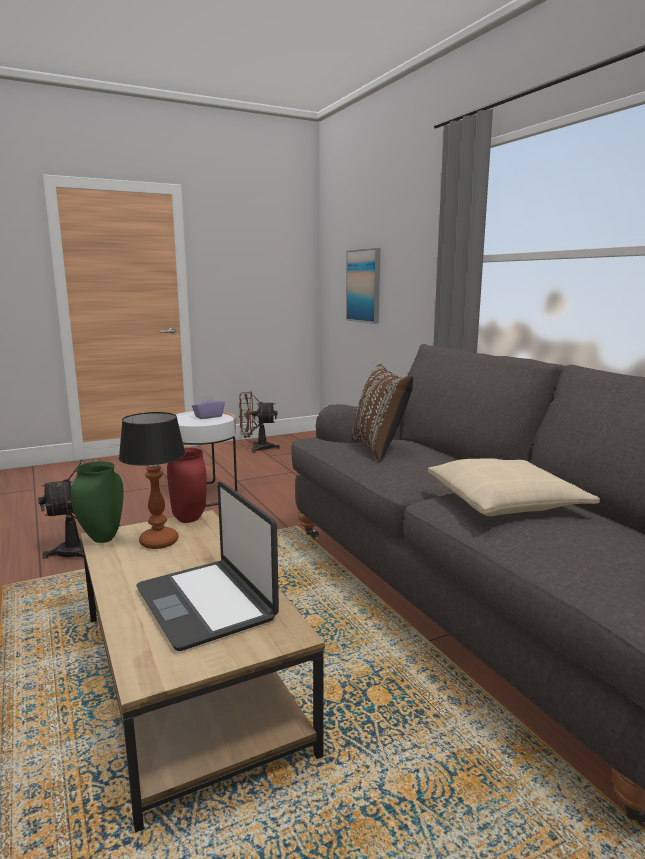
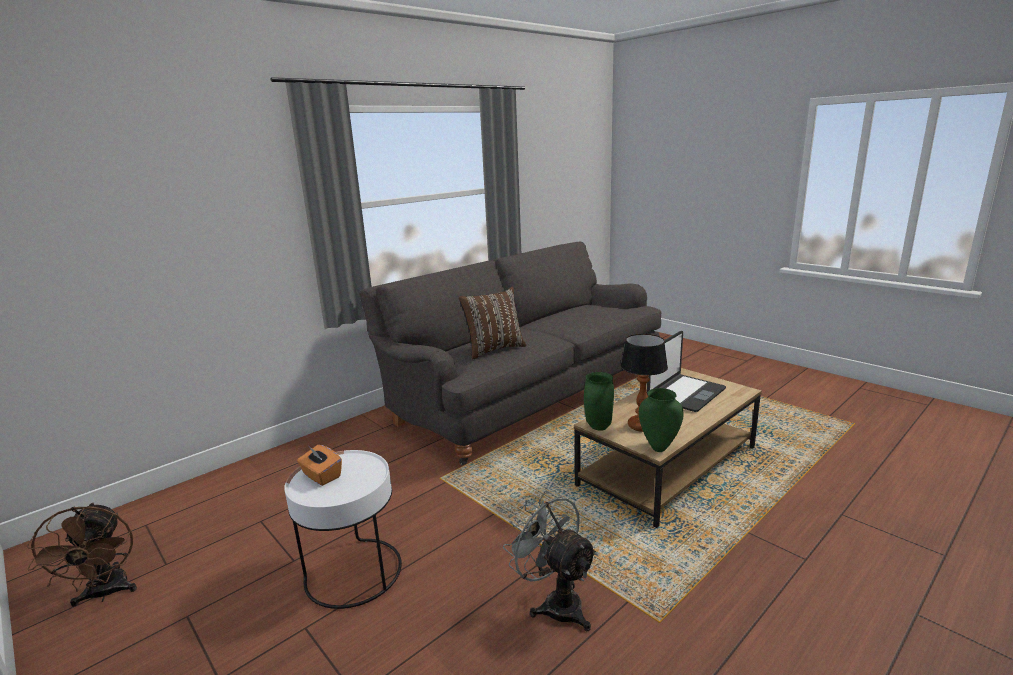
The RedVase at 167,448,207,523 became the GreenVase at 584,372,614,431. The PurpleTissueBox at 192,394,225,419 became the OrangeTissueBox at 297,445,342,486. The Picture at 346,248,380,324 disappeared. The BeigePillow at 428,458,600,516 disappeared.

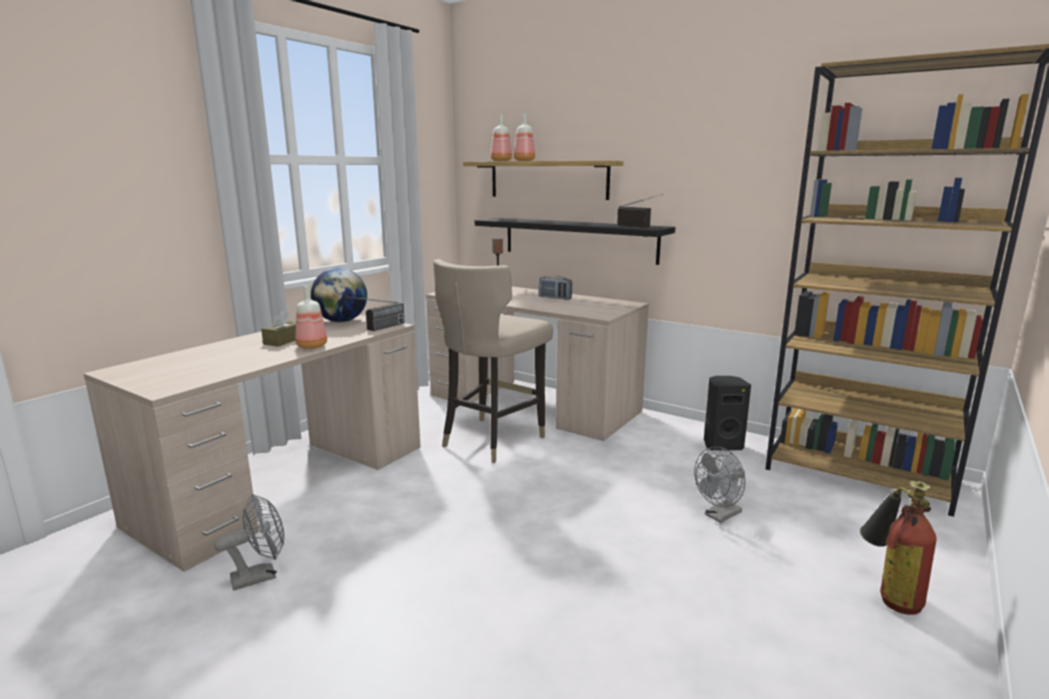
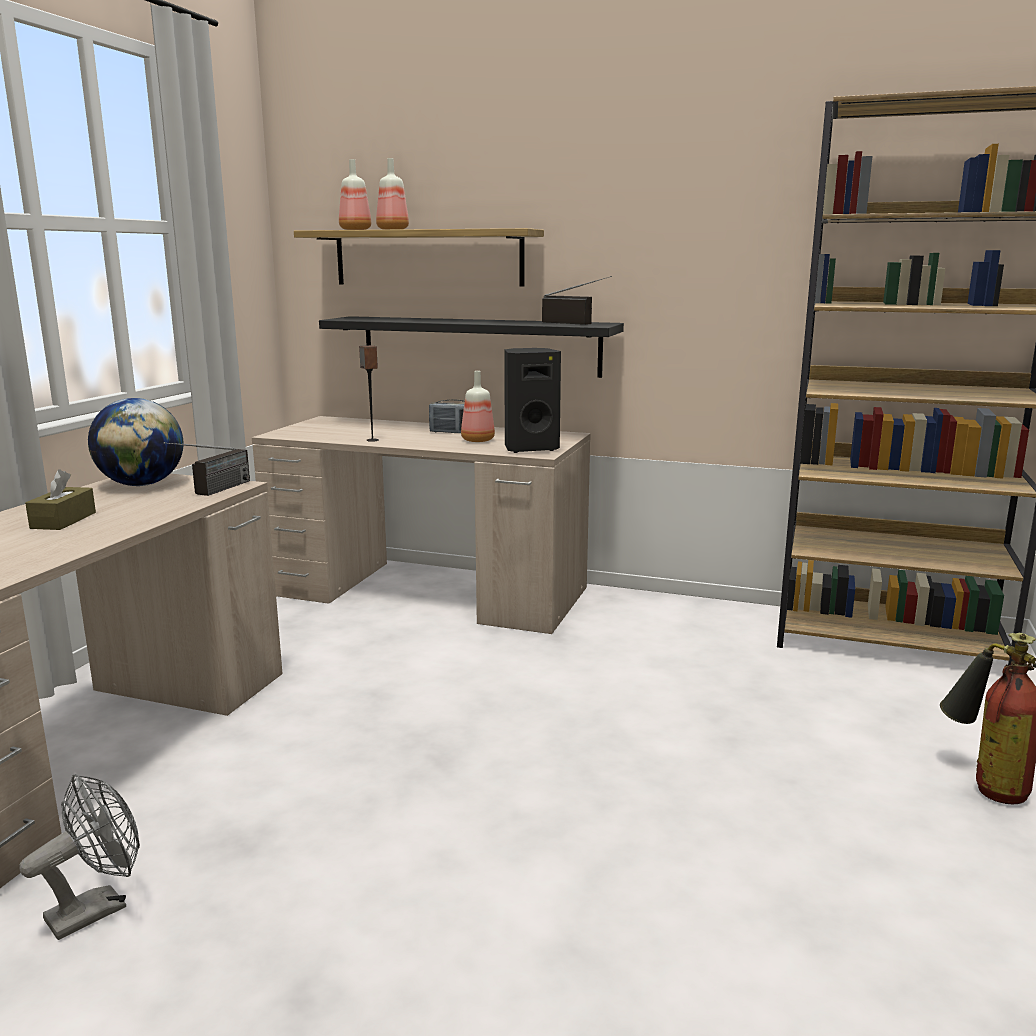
The Bottle moved from 295,285,327,349 to 461,371,495,442. The BeigeStool at 433,259,553,463 disappeared. The GreyFan at 694,447,745,523 disappeared. The BlackSpeaker moved from 704,376,751,450 to 504,348,561,453.

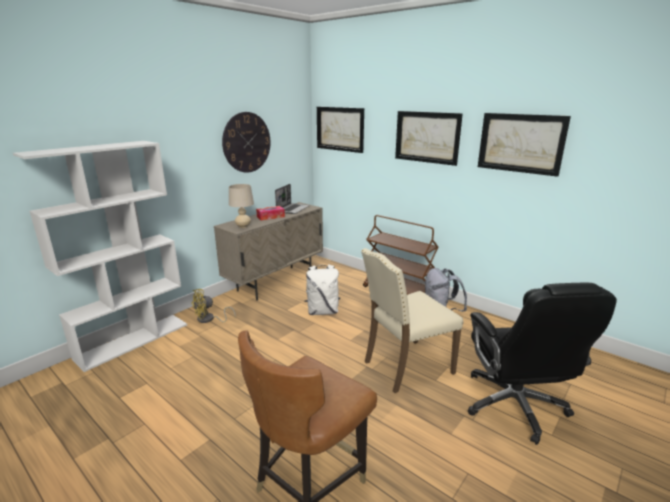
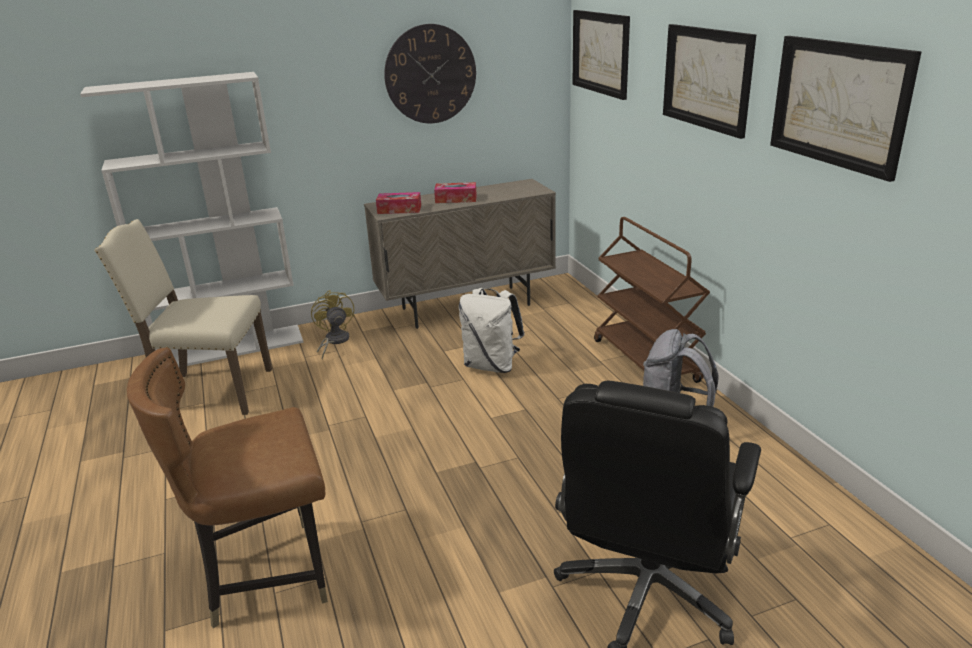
The YellowFan at 191,289,236,323 turned 75 degrees clockwise. The BeigeTableLamp at 229,184,254,228 was replaced by the TissueBox at 376,192,421,214. The Laptop at 275,184,309,214 disappeared. The BeigeChair moved from 361,248,463,393 to 94,219,272,415.

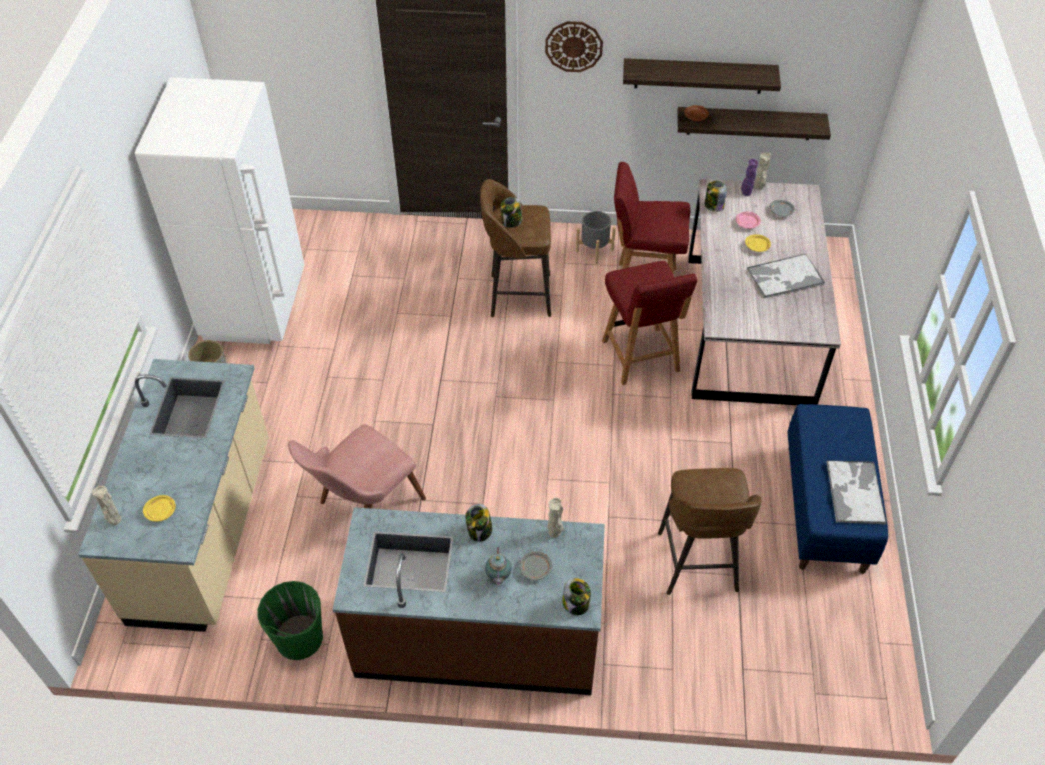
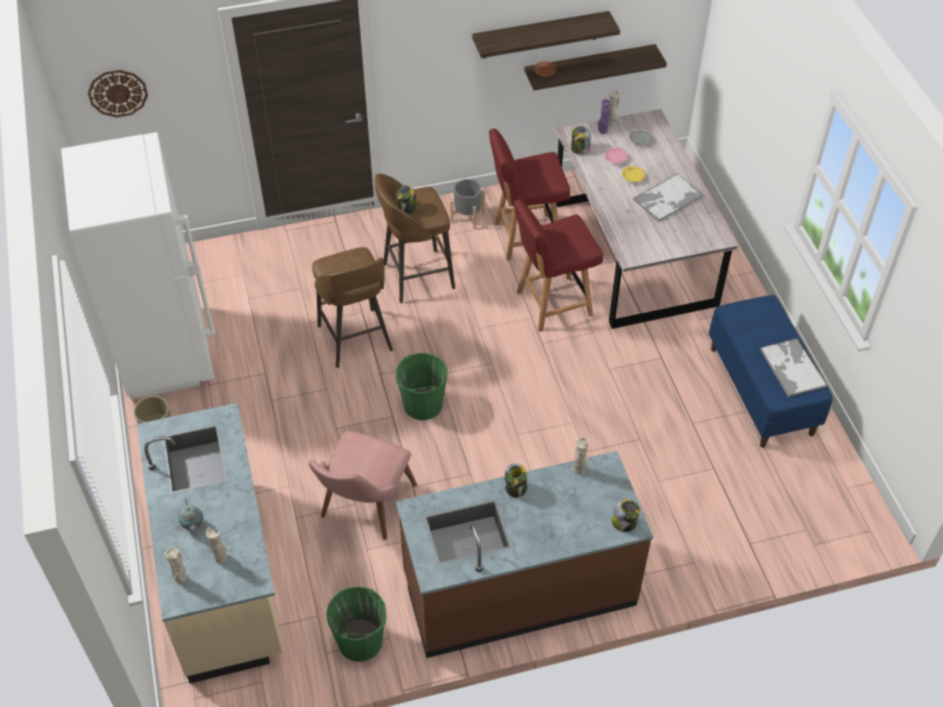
The YellowPlate at 143,495,176,522 was replaced by the BeigeVase at 206,527,226,563. The Teapot moved from 485,547,512,586 to 179,499,203,532. The GreyPlate at 519,551,552,580 disappeared. The WallClock moved from 545,21,603,72 to 88,70,148,118. The RedChair at 602,261,698,385 turned 105 degrees clockwise. The BrownStool moved from 658,468,762,595 to 312,247,393,368. The GreenBucket at 396,353,447,420 appeared.

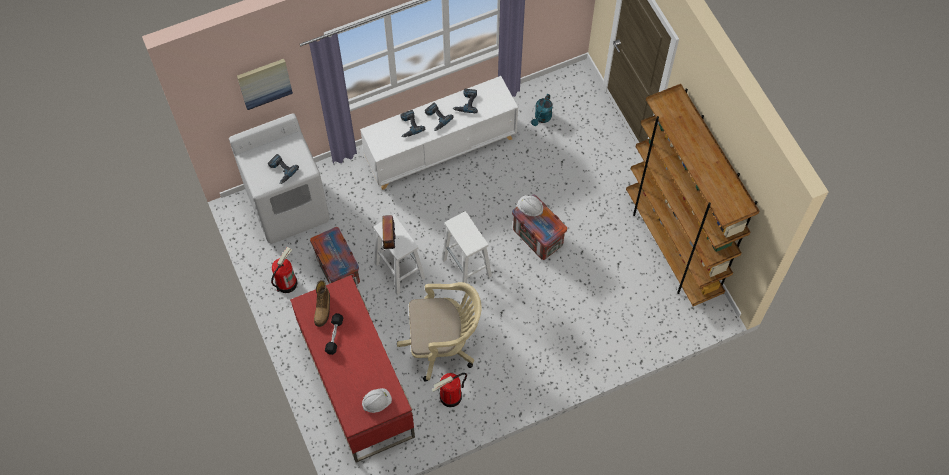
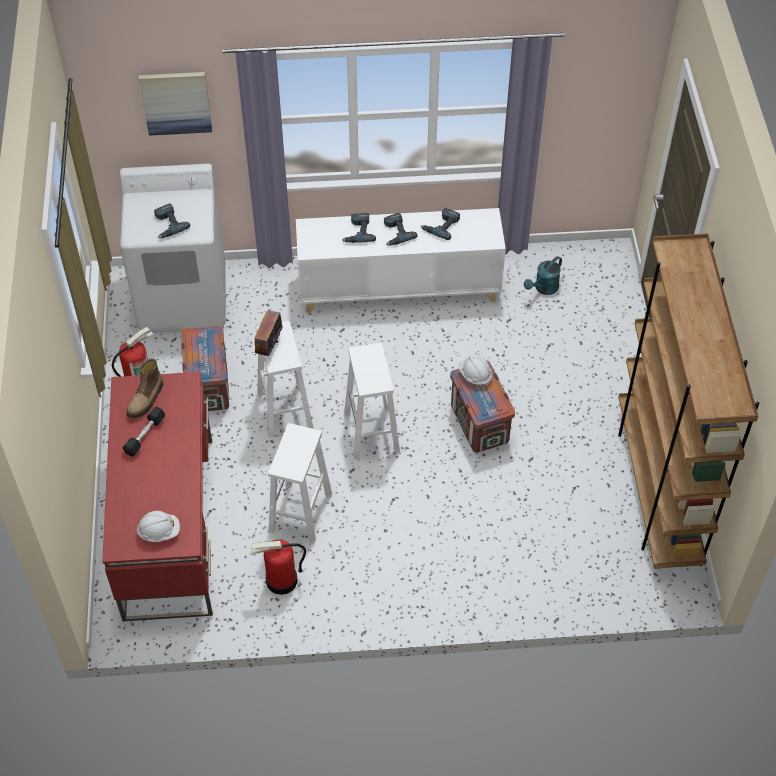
The BeigeOfficeChair at 397,282,482,382 was replaced by the WhiteStool at 268,423,332,543.

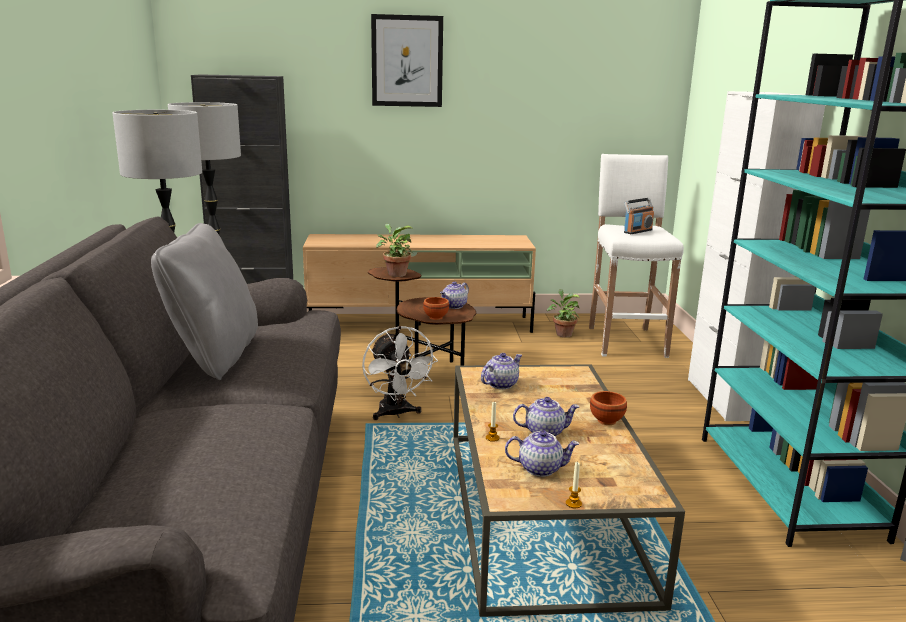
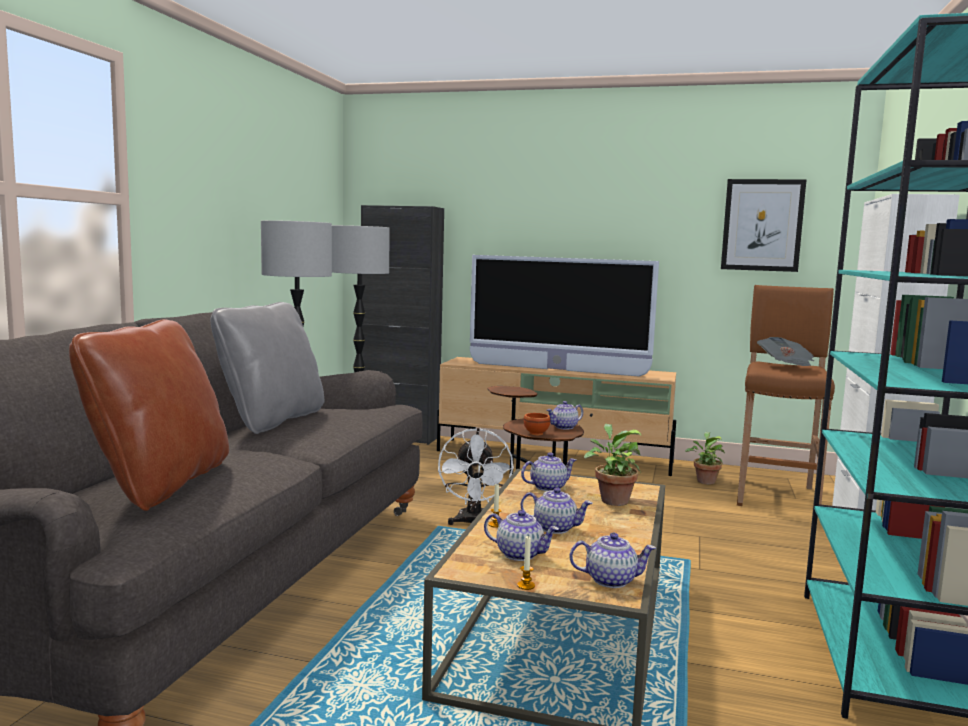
The Picture moved from 371,14,443,107 to 721,179,806,272. The PottedPlant moved from 376,224,413,277 to 584,424,642,506. The WhiteStool at 589,154,684,358 became the BrownStool at 737,285,835,506. The BrownBowl at 590,391,627,425 disappeared. The Radio at 624,198,654,234 was replaced by the Newspaper at 757,337,814,366. The BrownPillow at 69,319,229,511 appeared. The Television at 470,255,659,377 appeared. The Teapot at 570,533,656,588 appeared.

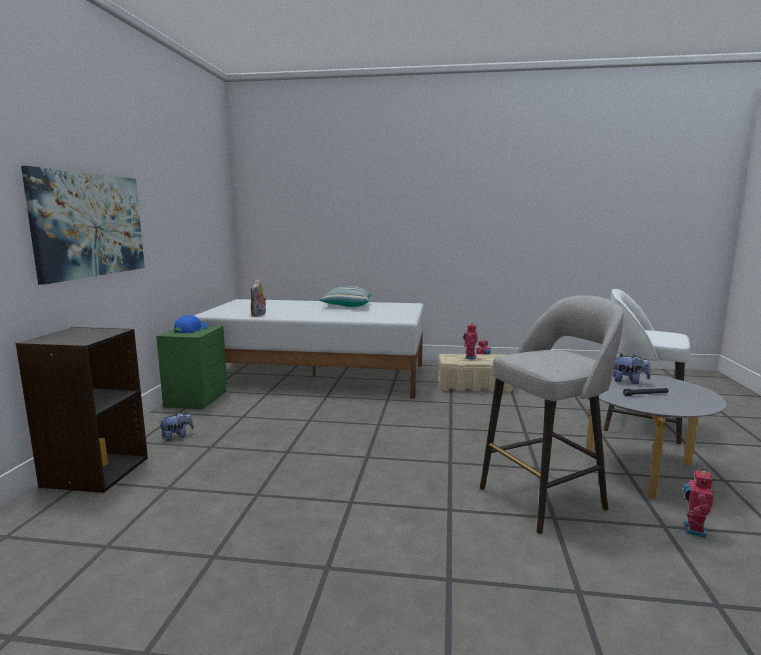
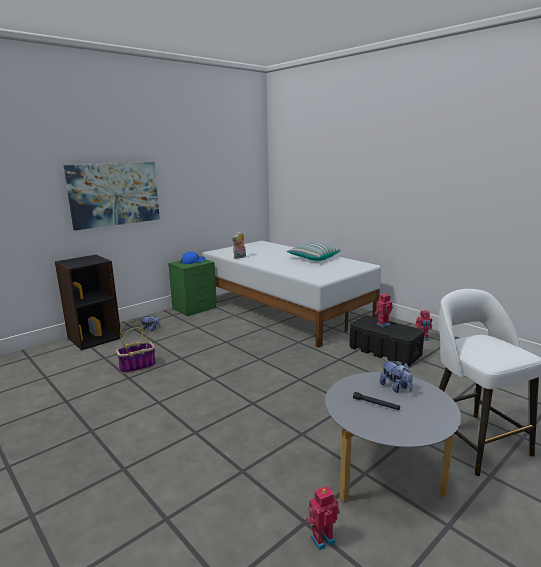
The BeigeStorageBox at 438,354,513,392 became the BlackStorageBox at 349,315,424,366. The GreyStool at 480,295,624,534 disappeared. The Basket at 116,320,156,374 appeared.

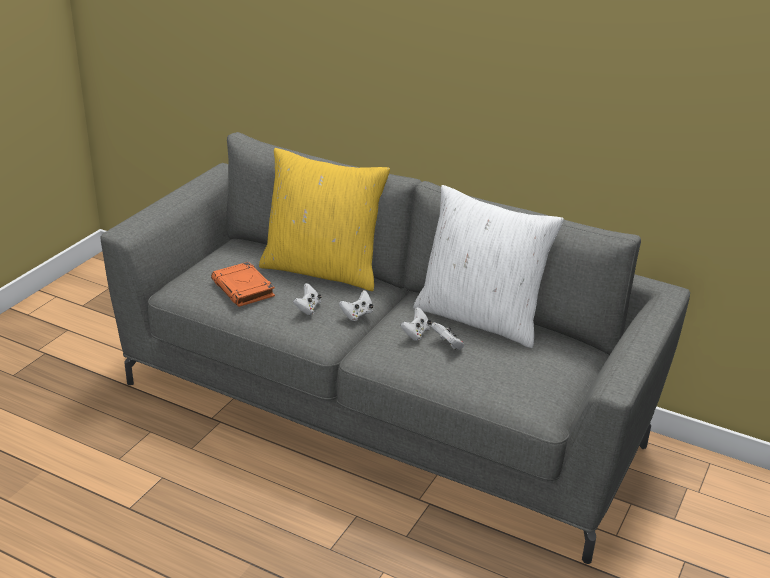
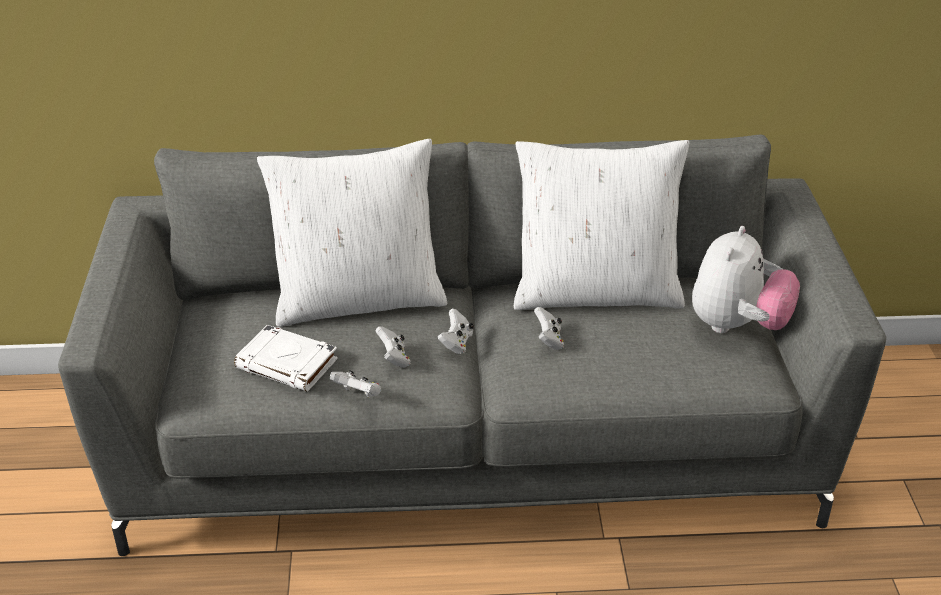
The OrangeBook at 211,262,275,307 became the WhiteBook at 234,325,338,392. The YellowPillow at 259,148,390,291 became the WhitePillow at 257,139,447,327. The WhiteGameController moved from 431,322,464,350 to 330,370,381,398. The PlushToy at 692,226,800,333 appeared.

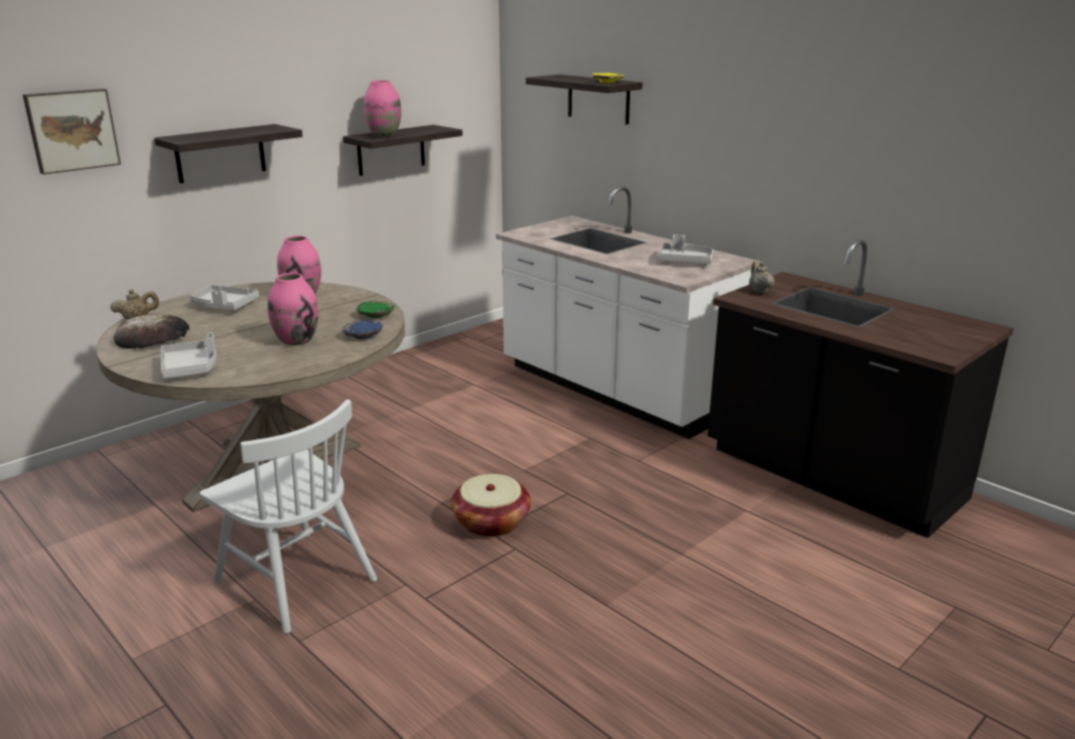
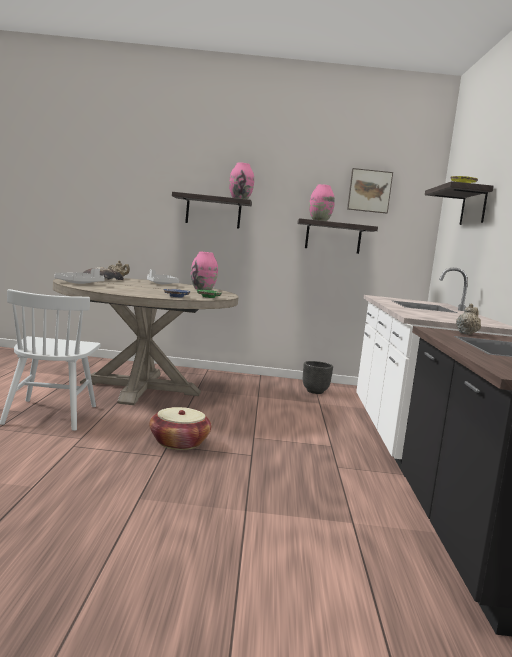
The Picture moved from 23,89,121,175 to 347,168,393,214. The PinkVase moved from 268,273,318,346 to 229,163,254,199. The GreyTray at 657,234,714,264 disappeared. The BlackPlanter at 303,361,333,394 appeared.

